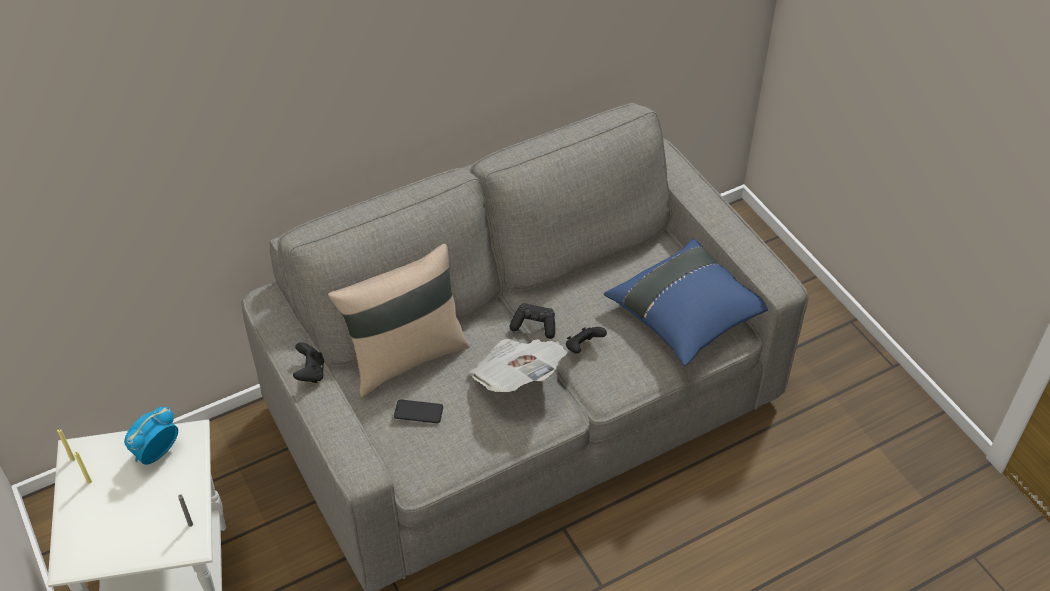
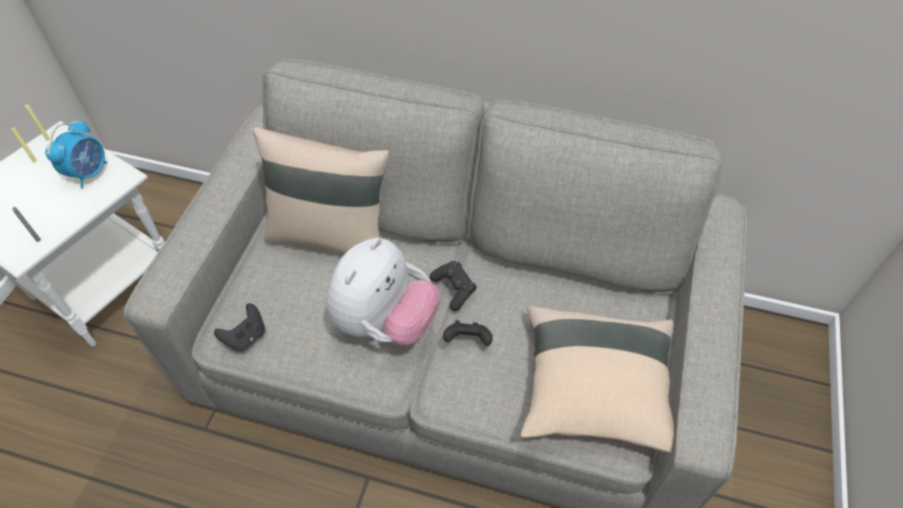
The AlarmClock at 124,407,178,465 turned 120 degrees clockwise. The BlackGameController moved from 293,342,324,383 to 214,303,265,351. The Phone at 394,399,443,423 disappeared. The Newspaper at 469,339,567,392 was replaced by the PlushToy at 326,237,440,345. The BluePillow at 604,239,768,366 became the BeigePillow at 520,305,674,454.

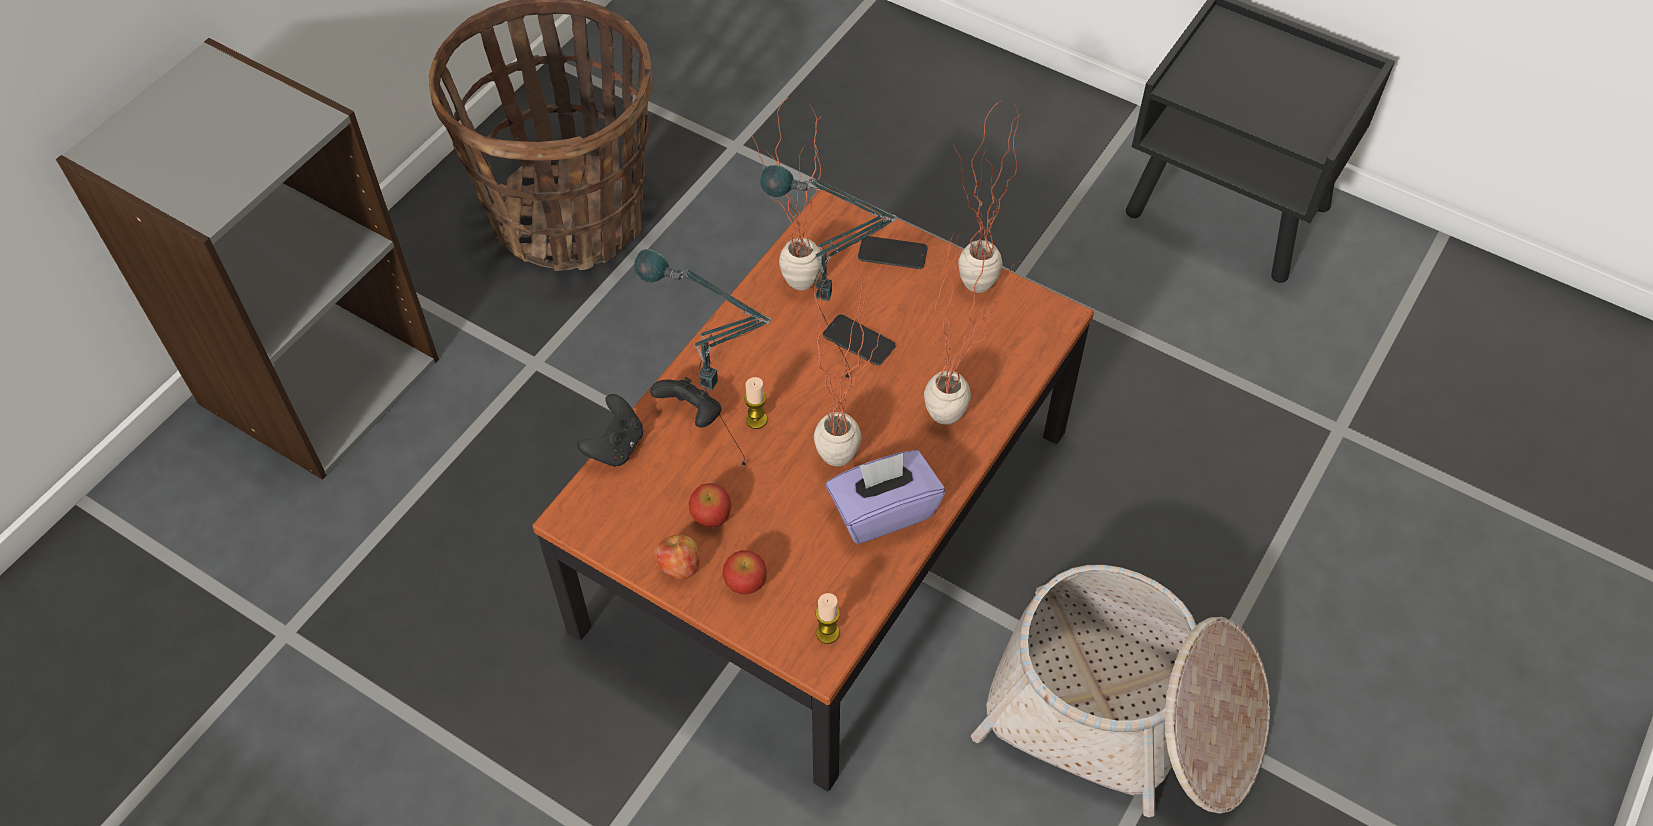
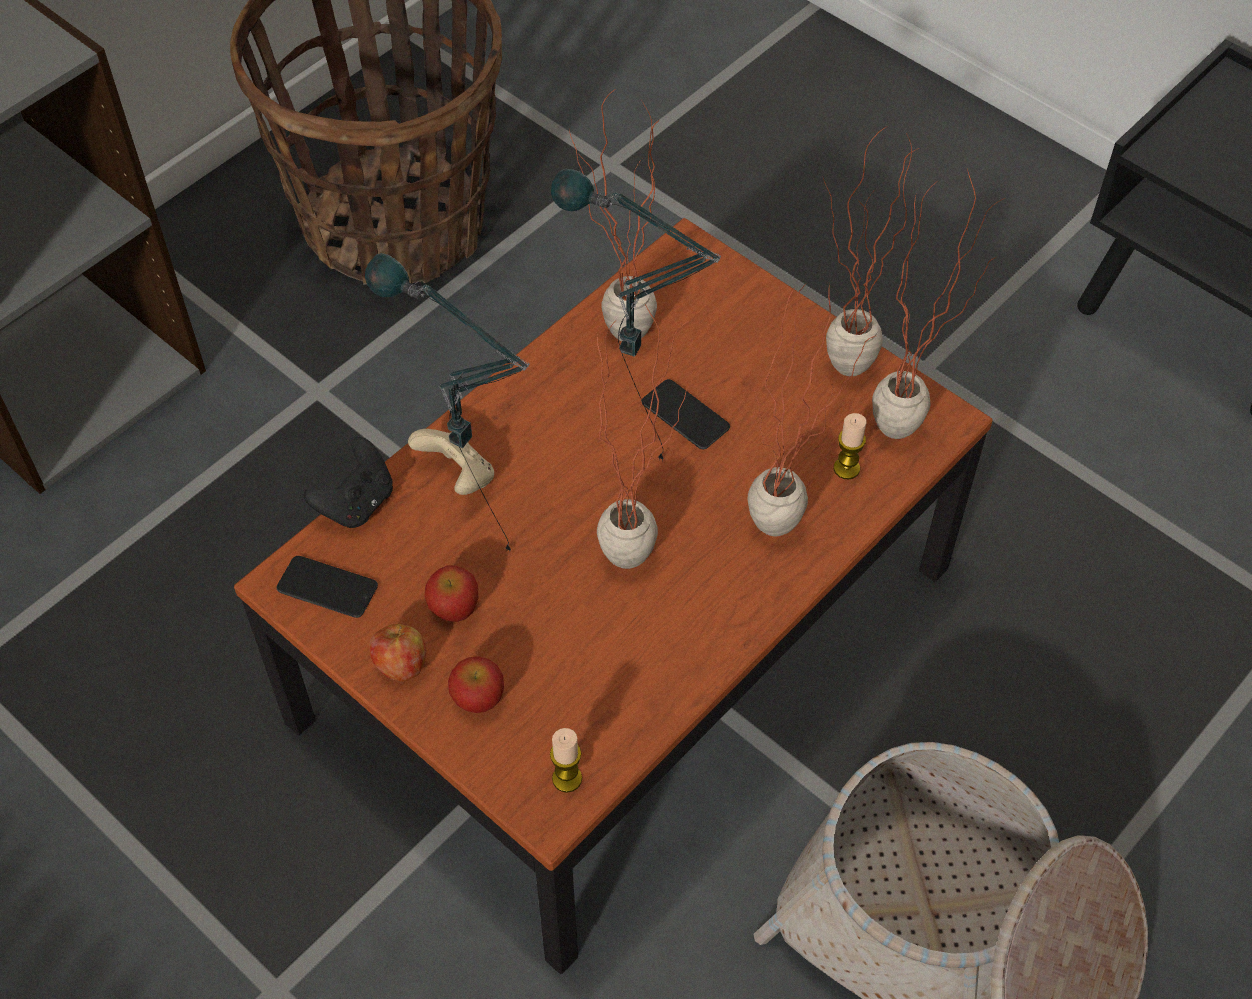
The BlackGameController at 650,377,721,428 became the BeigeGameController at 408,429,494,495. The Candle moved from 744,377,767,429 to 834,413,867,480. The PurpleTissueBox at 826,450,945,544 disappeared. The Phone moved from 858,236,928,269 to 277,556,378,618. The PottedPlant at 872,169,1005,439 appeared.

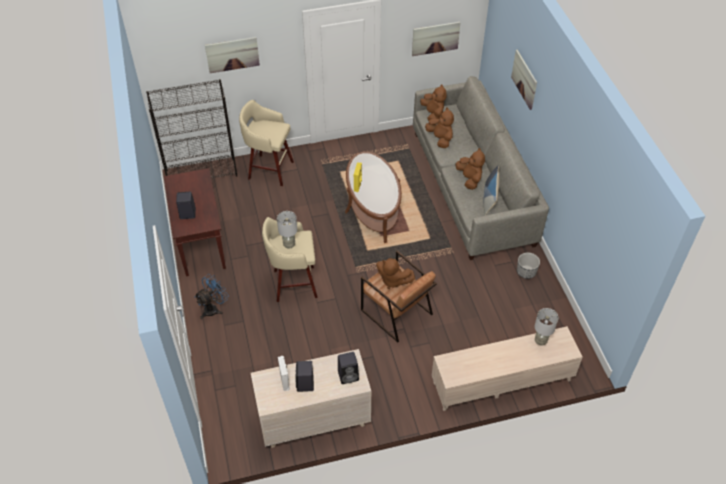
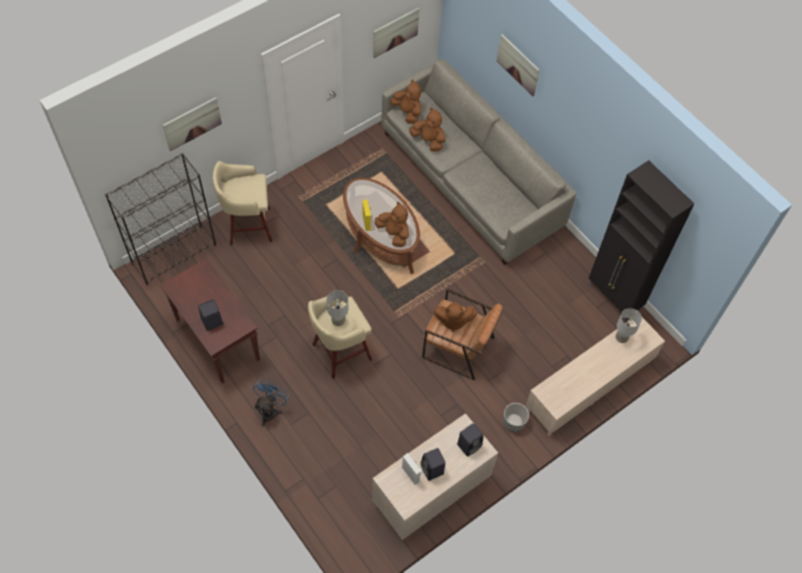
The BrownPlushToy moved from 456,148,485,190 to 375,202,409,247. The Pillow at 484,166,499,216 disappeared. The Planter moved from 517,253,540,279 to 503,403,529,432. The BlackCabinet at 589,160,694,321 appeared.

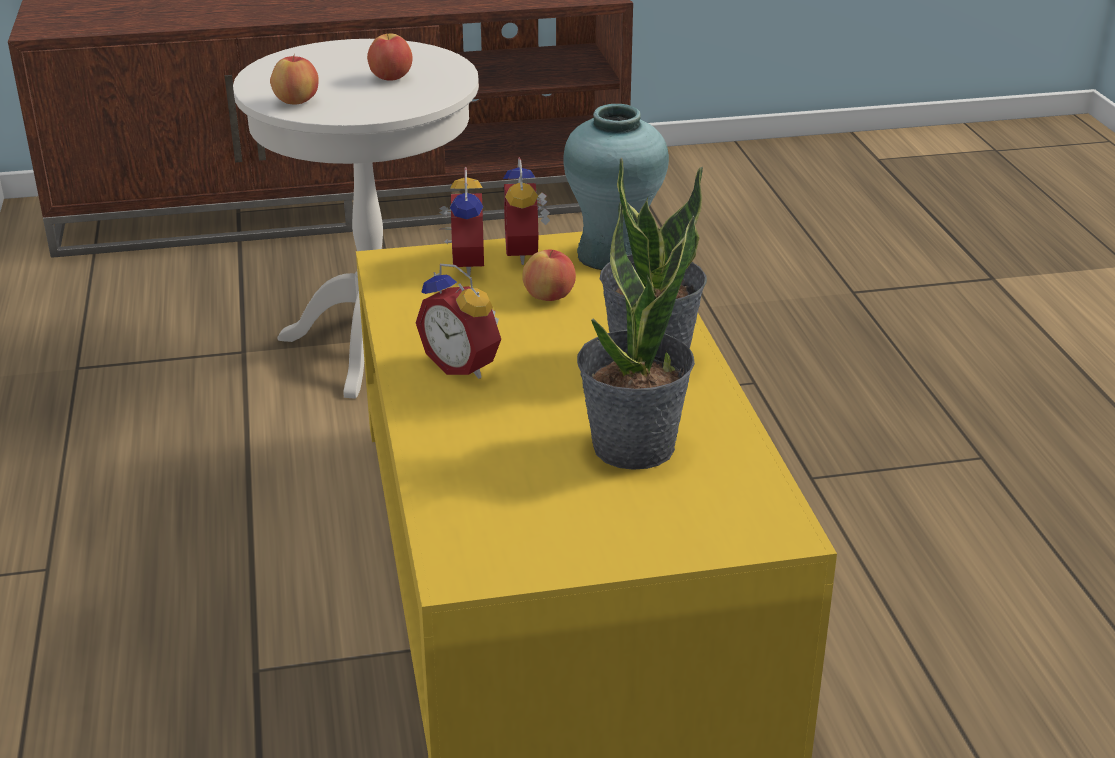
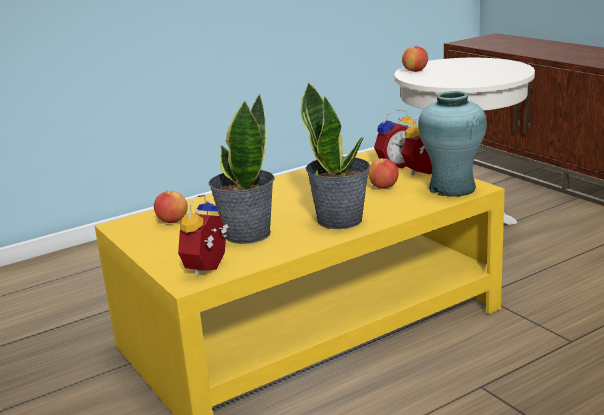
The Apple moved from 367,34,413,81 to 154,191,188,223. The AlarmClock moved from 416,264,501,379 to 178,194,229,277.

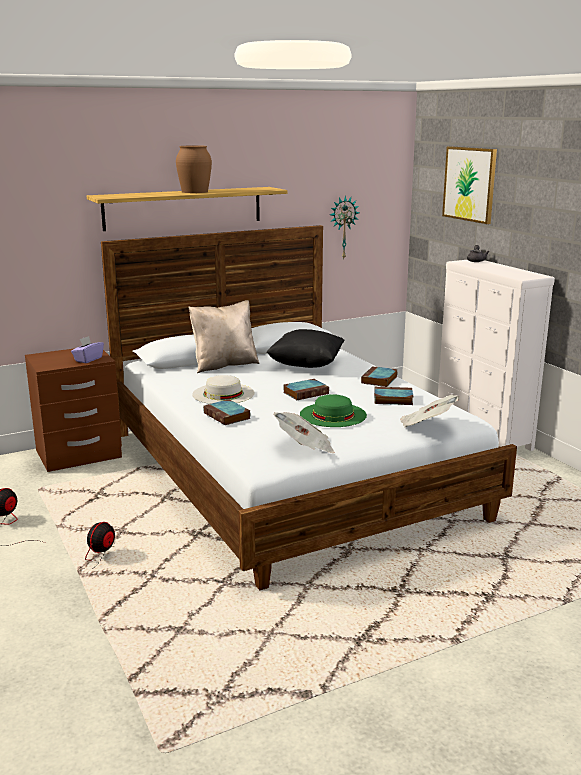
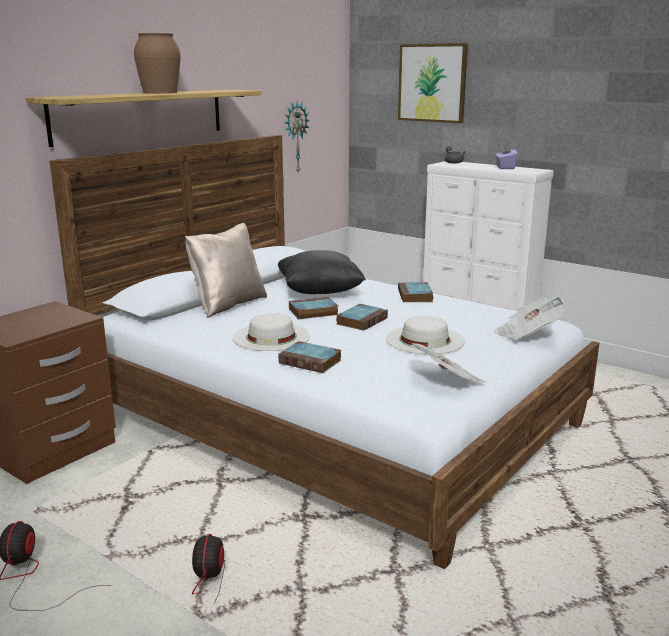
The PurpleTissueBox moved from 71,336,104,363 to 495,146,518,169. The GreenHat at 300,394,367,427 became the WhiteHat at 386,316,465,354. The Book moved from 374,387,413,405 to 289,297,338,319.

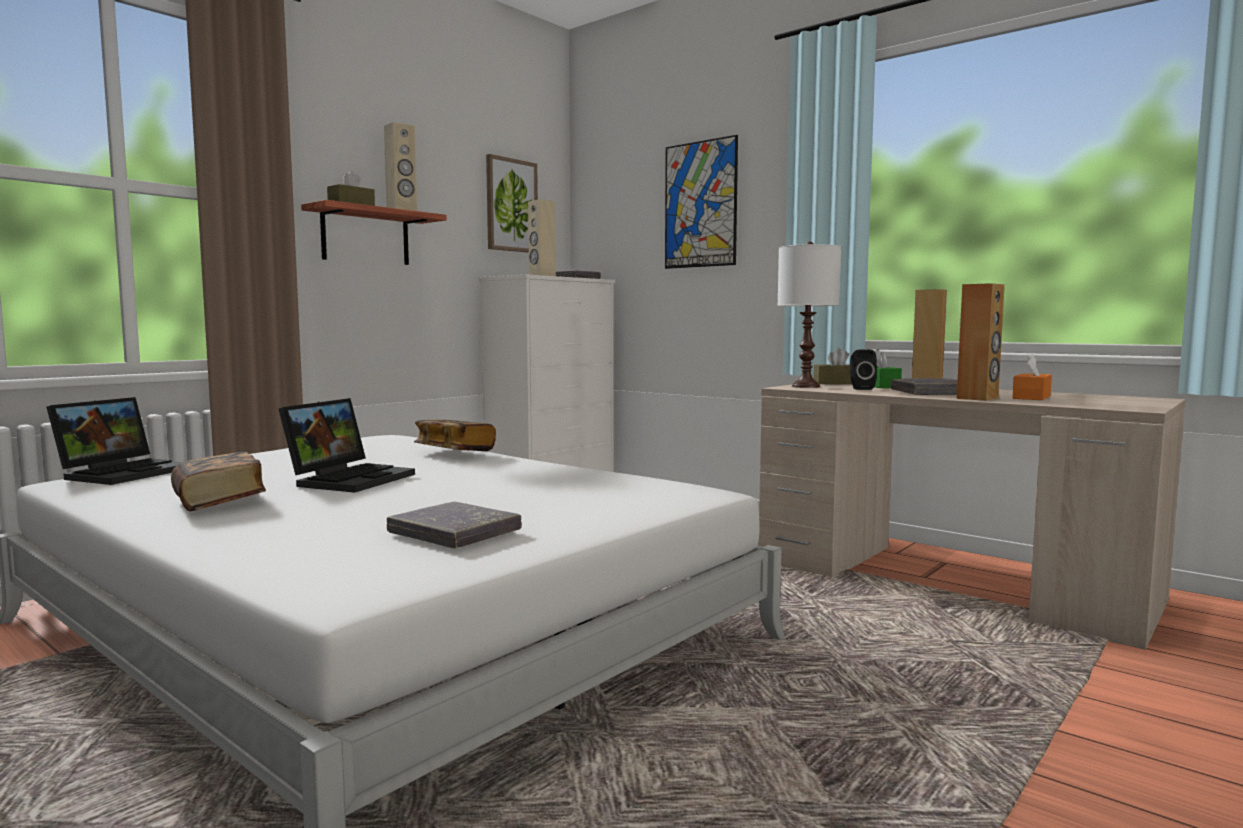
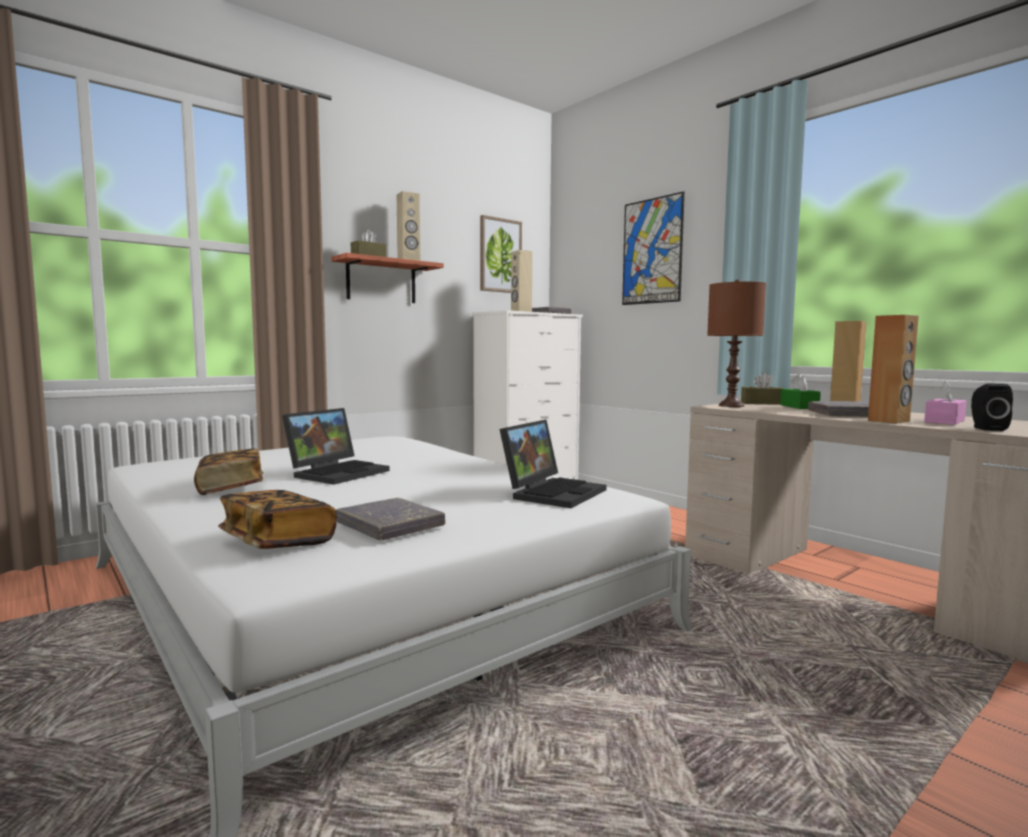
The Laptop moved from 46,397,182,485 to 499,419,607,508. The Book moved from 414,419,496,451 to 218,490,337,549. The WhiteTableLamp at 777,242,841,388 became the BrownTableLamp at 707,279,766,407. The BlackSpeaker moved from 850,350,877,390 to 971,384,1013,431. The OrangeTissueBox at 1012,354,1052,400 became the PinkTissueBox at 924,381,967,425.

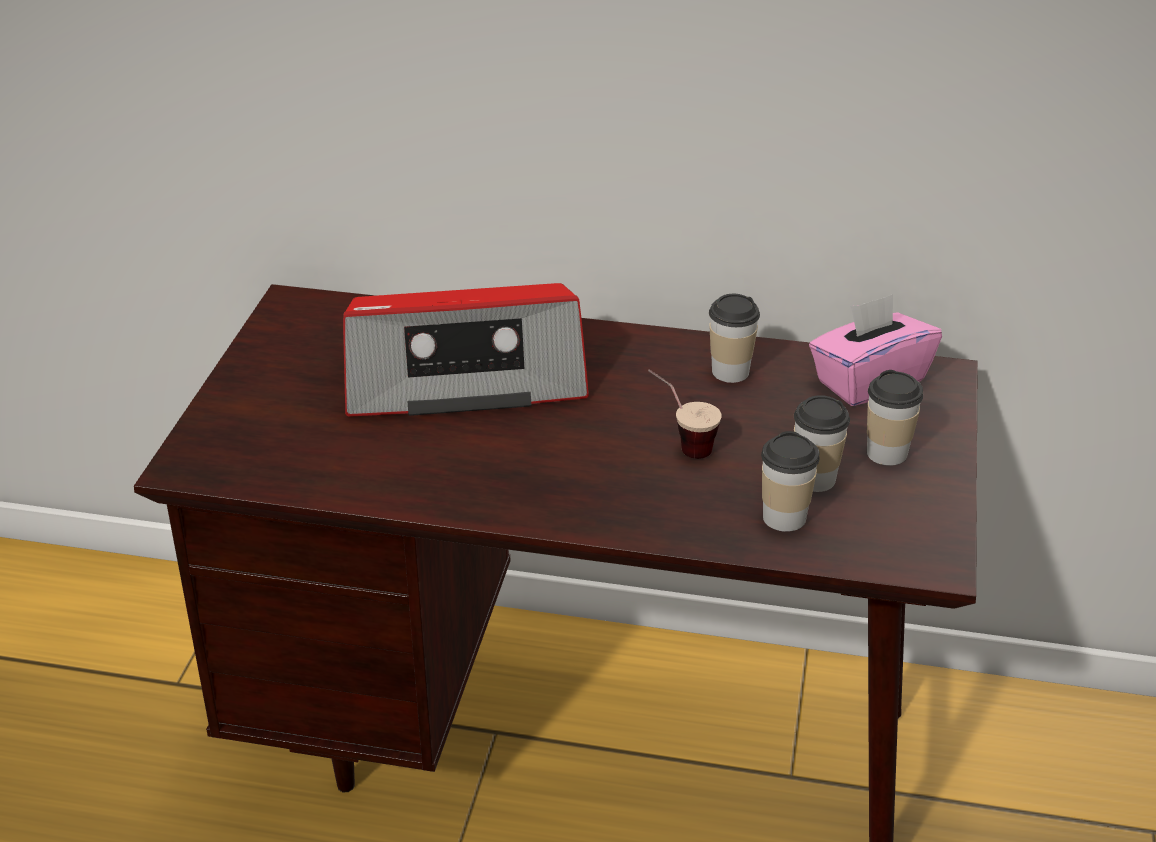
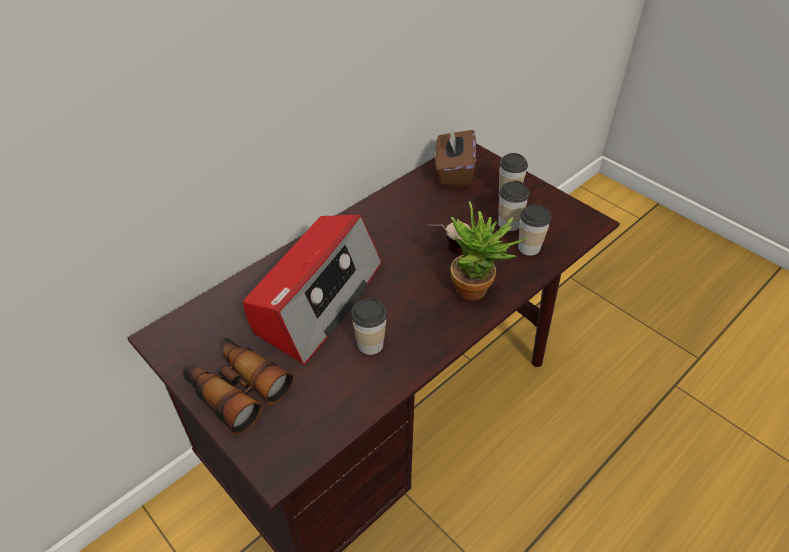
The Cup moved from 709,294,760,383 to 351,298,387,355. The PinkTissueBox at 809,294,942,406 became the BrownTissueBox at 435,127,476,187. The Binoculars at 183,338,293,434 appeared. The PottedPlant at 451,201,528,301 appeared.

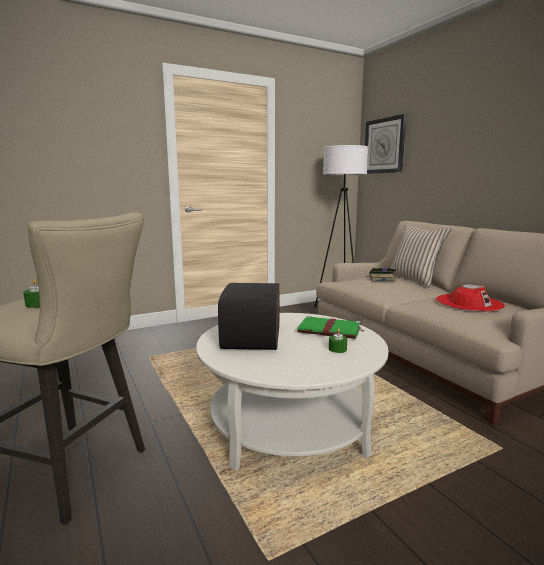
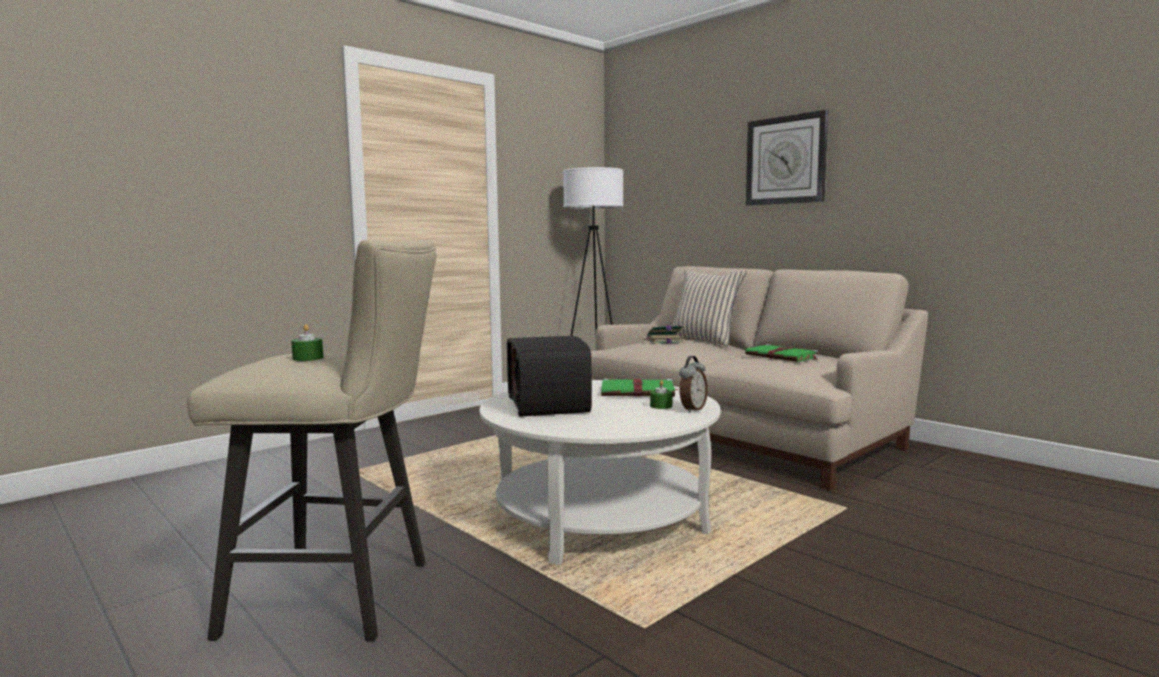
The WallClock moved from 365,114,407,174 to 746,110,828,206. The RedHat at 436,284,505,312 was replaced by the GreenBook at 745,344,818,362. The AlarmClock at 679,356,708,413 appeared.

